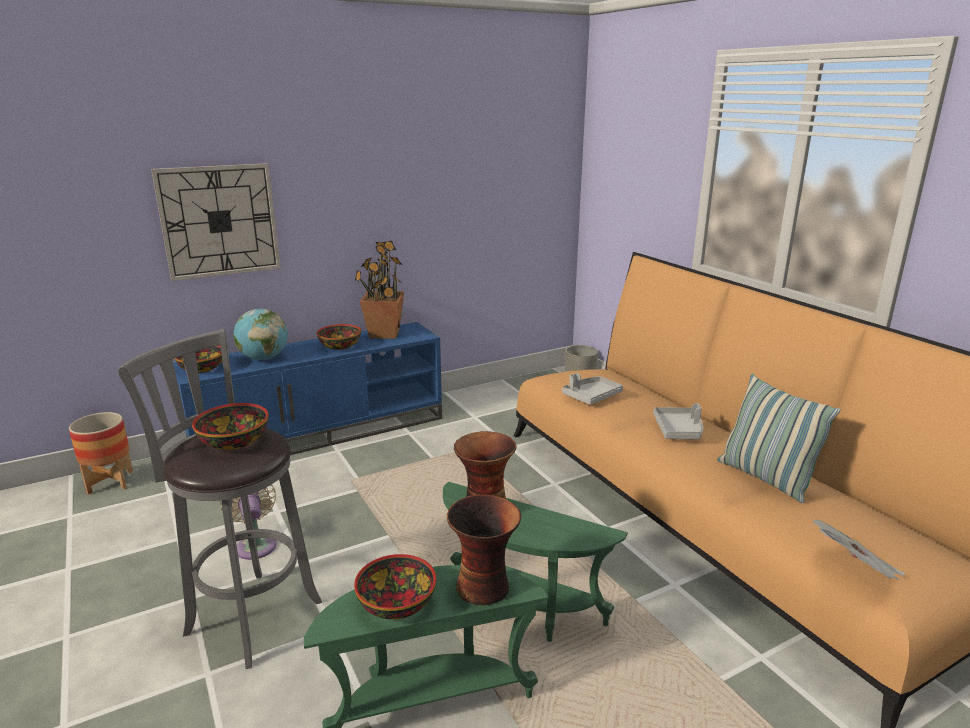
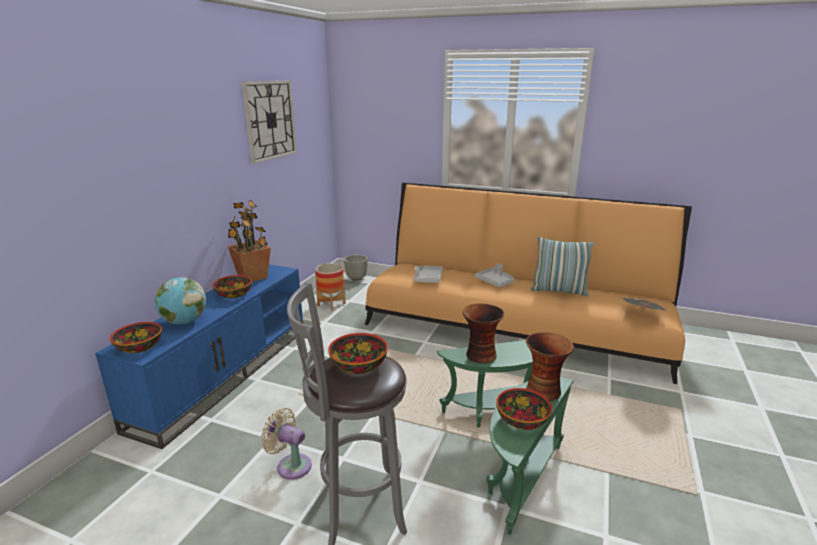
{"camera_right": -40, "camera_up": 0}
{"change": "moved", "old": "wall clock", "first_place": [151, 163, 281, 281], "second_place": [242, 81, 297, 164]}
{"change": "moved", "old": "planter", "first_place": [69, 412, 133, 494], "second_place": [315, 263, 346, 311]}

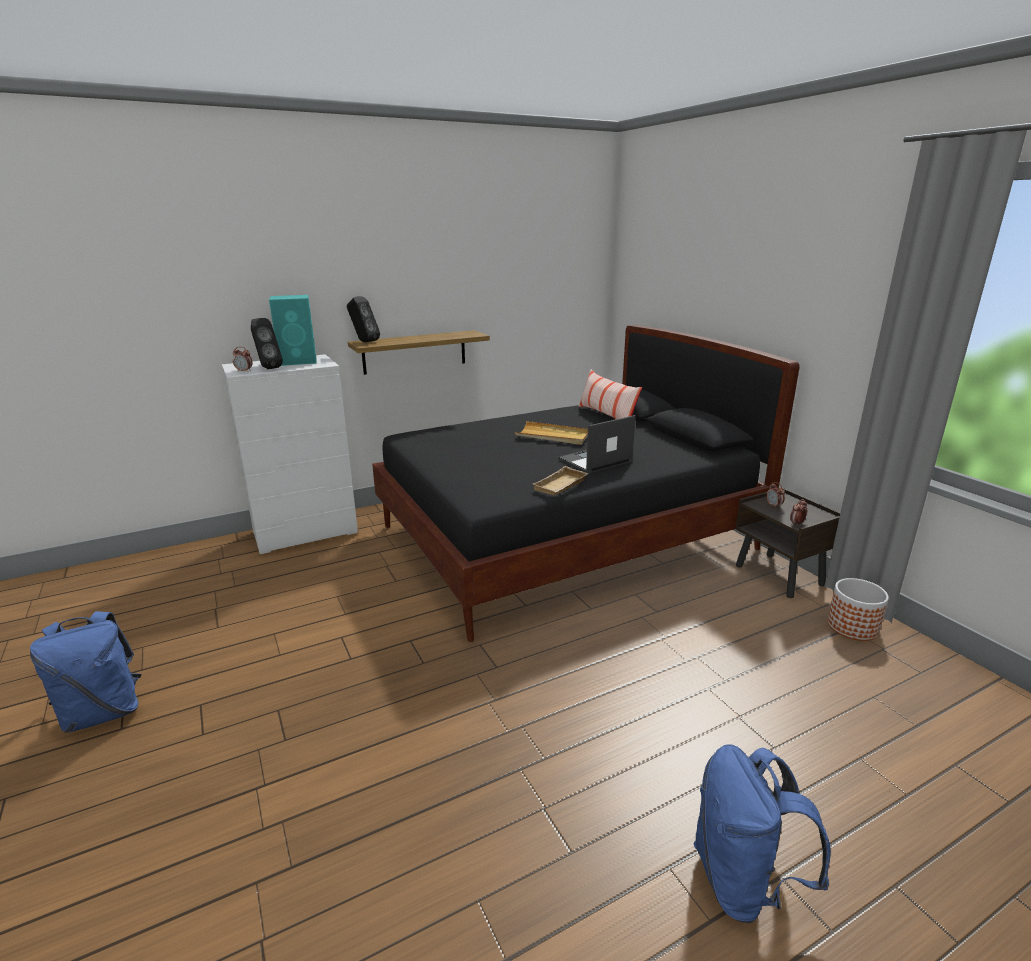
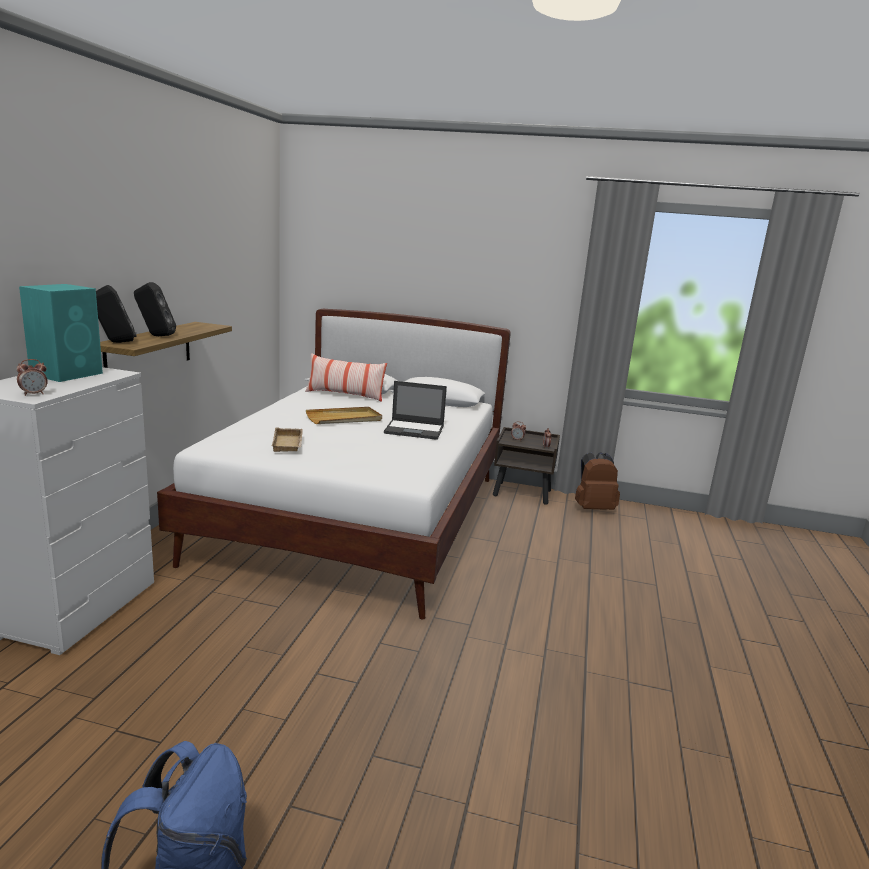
{"camera_right": -50, "camera_up": -5}
{"change": "moved", "old": "speaker (black)", "first_place": [251, 318, 283, 369], "second_place": [134, 282, 176, 336]}
{"change": "recoloured", "old": "bed (black)", "new": "bed (white)", "first_place": [372, 325, 800, 642], "second_place": [157, 309, 511, 620]}
{"change": "turned", "old": "laptop", "first_place": [558, 415, 635, 473], "second_place": [384, 381, 447, 440], "degrees": -90}
{"change": "moved", "old": "tray (beige)", "first_place": [532, 466, 589, 495], "second_place": [272, 427, 303, 452]}
{"change": "replaced", "old": "planter", "new": "backpack (brown)", "first_place": [828, 578, 889, 641], "second_place": [575, 452, 620, 510]}
{"change": "removed", "old": "backpack (blue)", "first_place": [693, 744, 831, 923]}

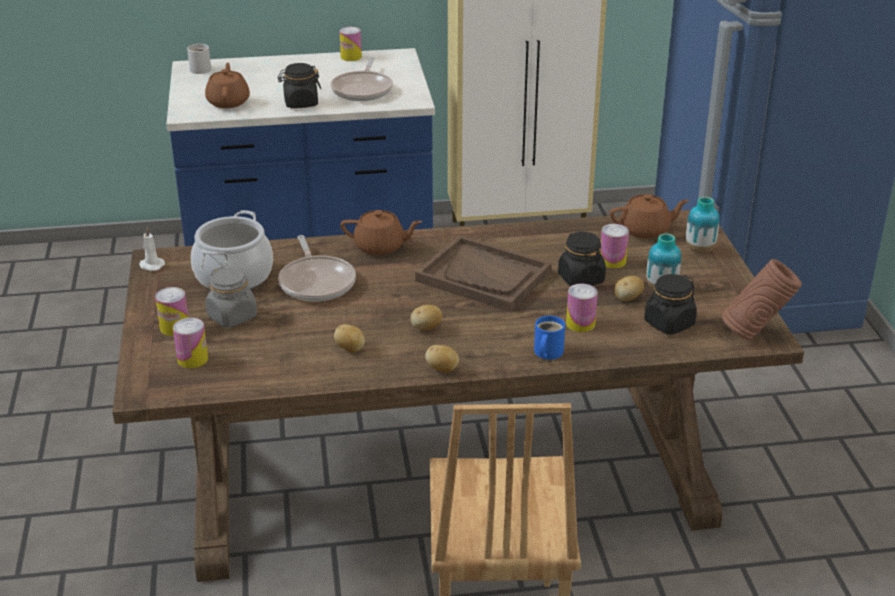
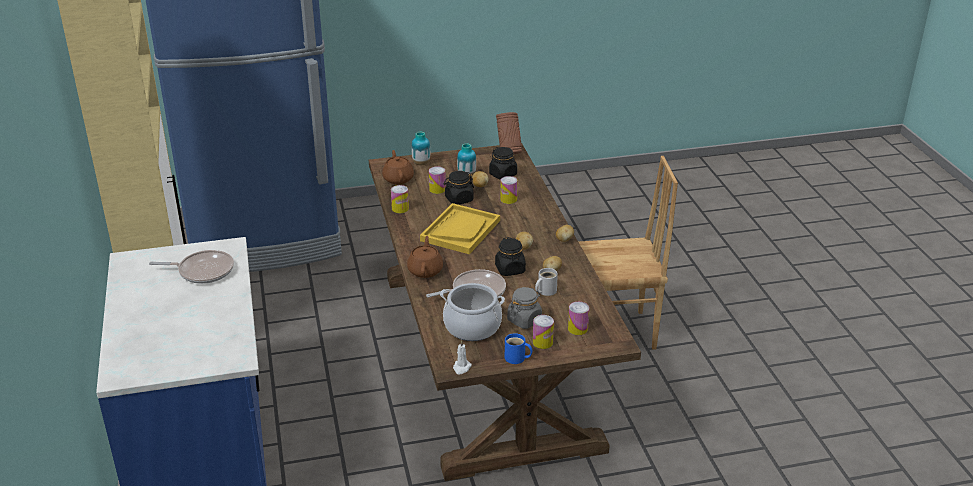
{"camera_right": -95, "camera_up": 0}
{"change": "moved", "old": "can", "first_place": [339, 27, 362, 61], "second_place": [391, 185, 409, 213]}
{"change": "moved", "old": "mug (white)", "first_place": [187, 44, 211, 74], "second_place": [535, 268, 558, 296]}
{"change": "removed", "old": "teapot (brown)", "first_place": [205, 63, 250, 108]}
{"change": "moved", "old": "jar (black)", "first_place": [278, 63, 321, 108], "second_place": [495, 237, 526, 276]}
{"change": "recoloured", "old": "tray (brown)", "new": "tray (yellow)", "first_place": [415, 236, 552, 312], "second_place": [420, 203, 500, 255]}
{"change": "moved", "old": "mug (blue)", "first_place": [534, 316, 565, 360], "second_place": [505, 333, 532, 364]}

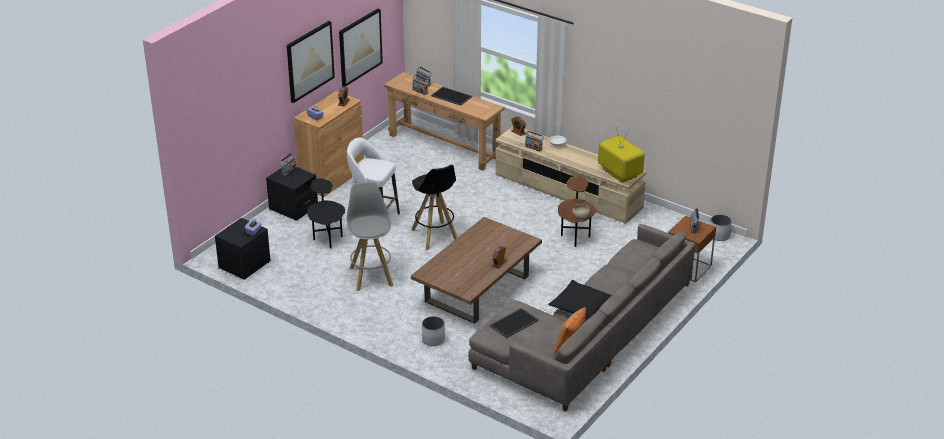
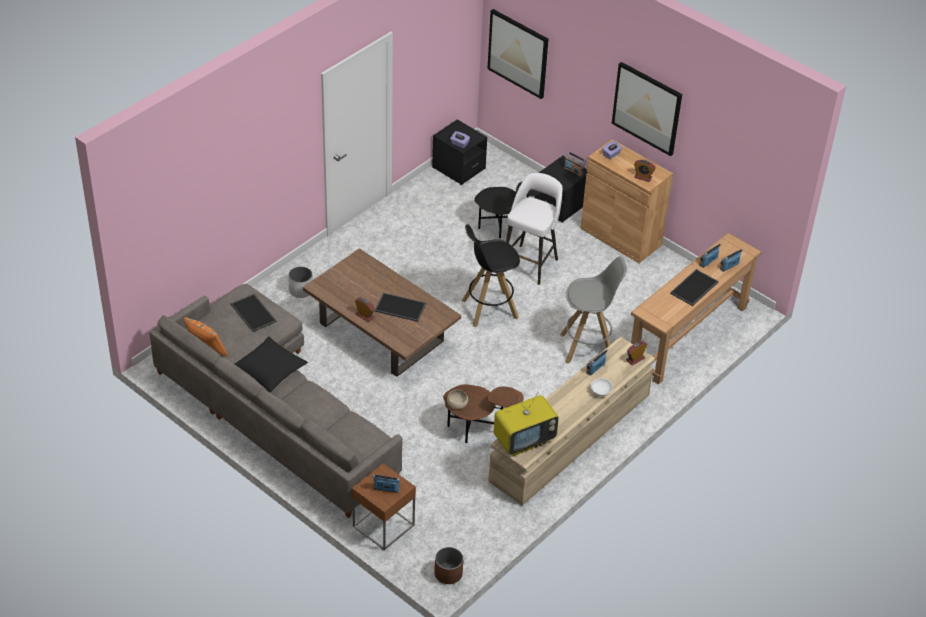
{"camera_right": 95, "camera_up": 10}
{"change": "moved", "old": "picture", "first_place": [339, 8, 383, 87], "second_place": [487, 9, 548, 99]}
{"change": "moved", "old": "stool (grey)", "first_place": [346, 181, 394, 292], "second_place": [560, 256, 627, 363]}
{"change": "recoloured", "old": "planter (white)", "new": "planter (brown)", "first_place": [710, 214, 732, 241], "second_place": [434, 547, 463, 584]}
{"change": "added", "new": "tray", "second_place": [374, 293, 426, 322]}

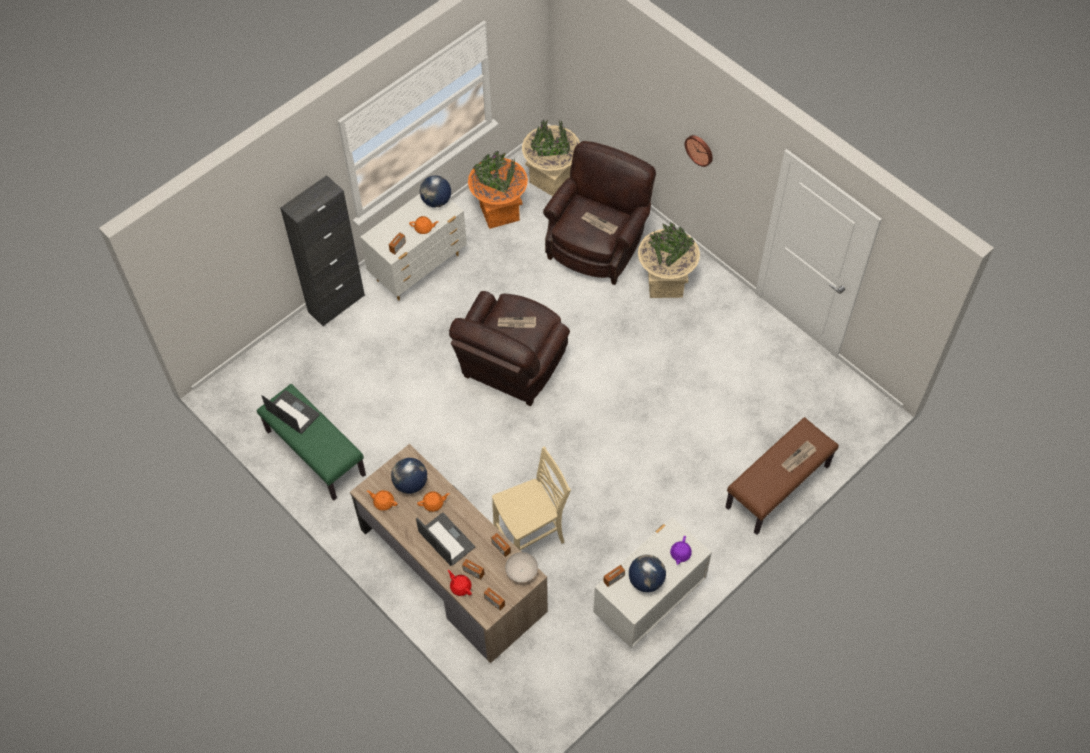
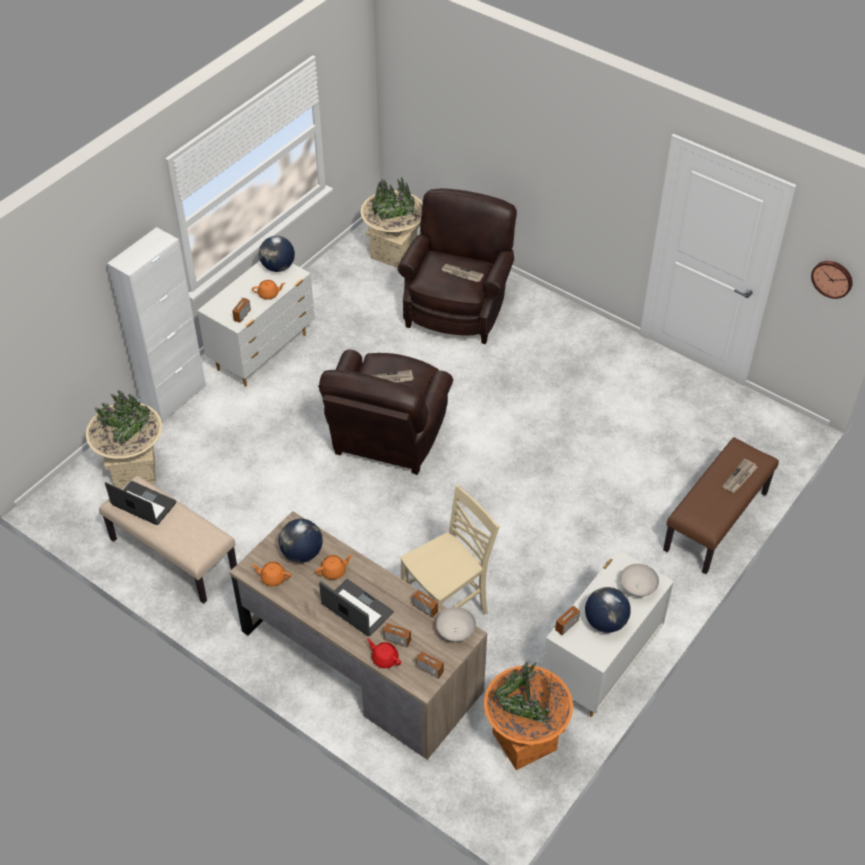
{"camera_right": -10, "camera_up": -10}
{"change": "moved", "old": "wall clock", "first_place": [685, 135, 713, 167], "second_place": [811, 261, 853, 299]}
{"change": "moved", "old": "planter (orange)", "first_place": [468, 151, 528, 229], "second_place": [484, 661, 573, 770]}
{"change": "recoloured", "old": "cabinet (black)", "new": "cabinet (white)", "first_place": [280, 175, 365, 327], "second_place": [107, 227, 206, 423]}
{"change": "moved", "old": "planter (beige)", "first_place": [638, 222, 700, 298], "second_place": [86, 391, 162, 489]}
{"change": "recoloured", "old": "bench (green)", "new": "bench (beige)", "first_place": [257, 384, 366, 500], "second_place": [99, 475, 237, 604]}
{"change": "replaced", "old": "teapot (purple)", "new": "bowl (white)", "first_place": [670, 536, 692, 565], "second_place": [620, 564, 659, 597]}

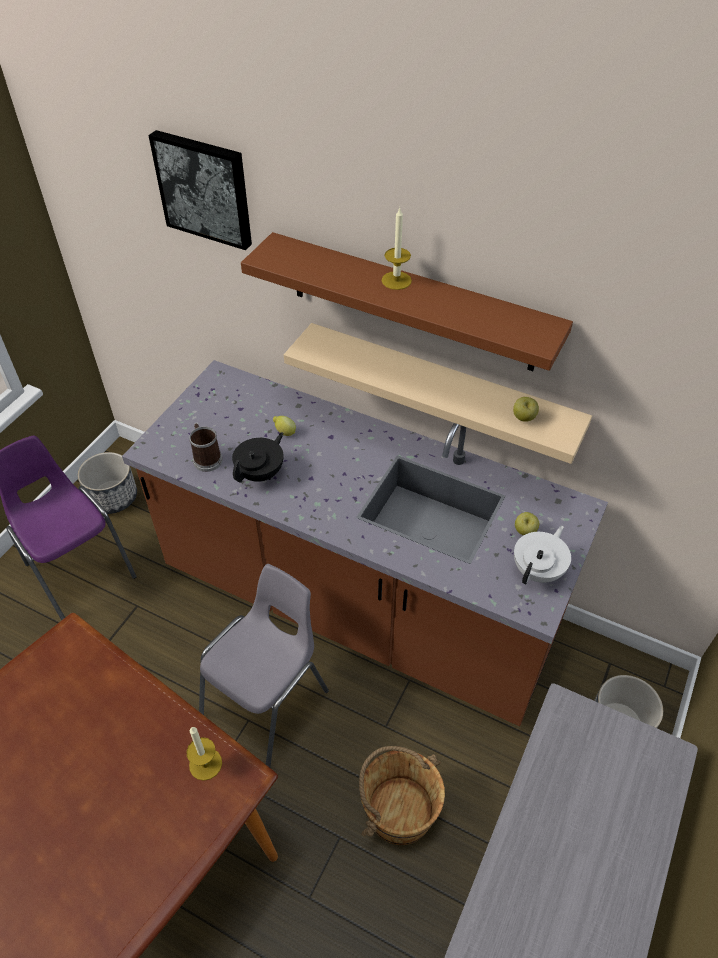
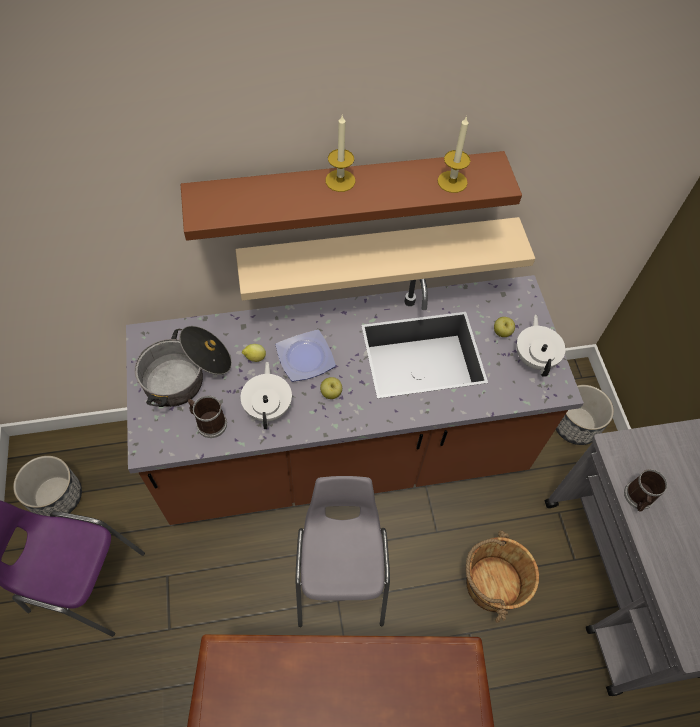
{"camera_right": -40, "camera_up": 10}
{"change": "removed", "old": "picture", "first_place": [149, 130, 252, 250]}
{"change": "moved", "old": "apple", "first_place": [513, 397, 539, 422], "second_place": [320, 377, 342, 399]}
{"change": "recoloured", "old": "teapot (black)", "new": "teapot (white)", "first_place": [232, 432, 284, 483], "second_place": [240, 361, 292, 429]}
{"change": "moved", "old": "candle", "first_place": [186, 727, 222, 781], "second_place": [438, 116, 470, 193]}
{"change": "added", "new": "cooking pot", "second_place": [135, 326, 232, 407]}
{"change": "added", "new": "plate", "second_place": [275, 330, 336, 382]}
{"change": "added", "new": "mug", "second_place": [624, 469, 668, 512]}

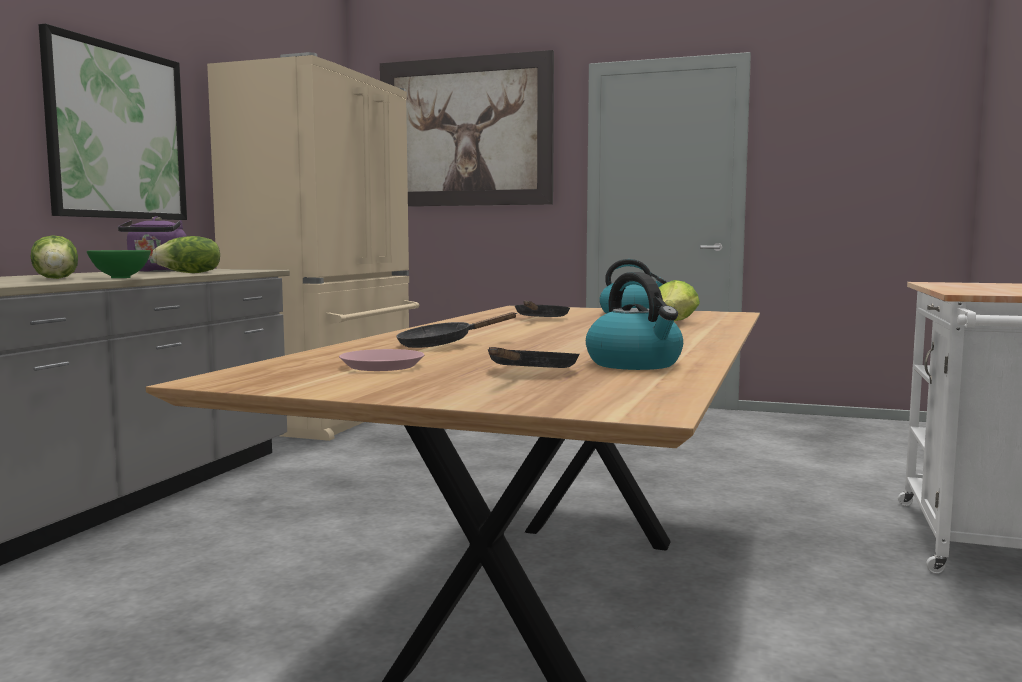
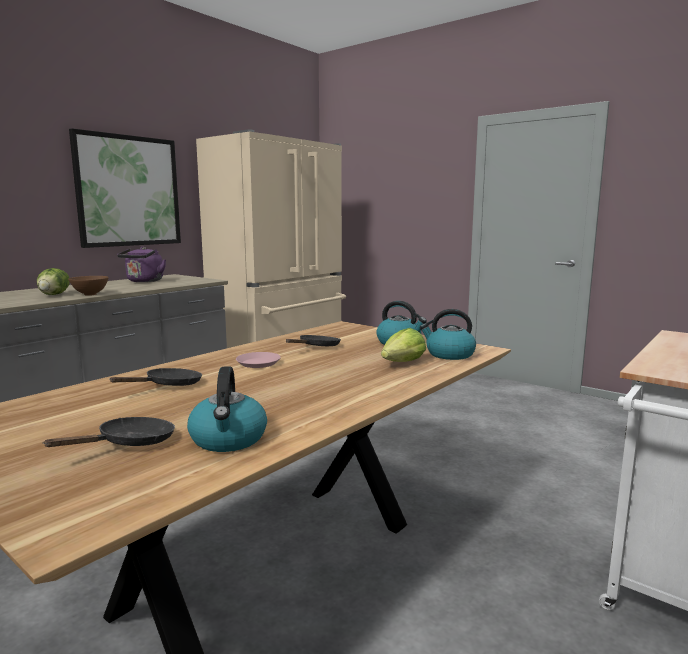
{"camera_right": 20, "camera_up": 5}
{"change": "removed", "old": "picture", "first_place": [380, 50, 554, 207]}
{"change": "removed", "old": "lettuce", "first_place": [152, 236, 220, 273]}
{"change": "recoloured", "old": "bowl (green)", "new": "bowl (brown)", "first_place": [87, 250, 151, 278], "second_place": [68, 276, 109, 296]}
{"change": "turned", "old": "frying pan (black)", "first_place": [396, 312, 517, 348], "second_place": [109, 368, 202, 386], "degrees": 135}
{"change": "moved", "old": "plate (pink)", "first_place": [339, 349, 424, 371], "second_place": [236, 352, 281, 368]}
{"change": "added", "new": "kettle", "second_place": [420, 309, 476, 360]}

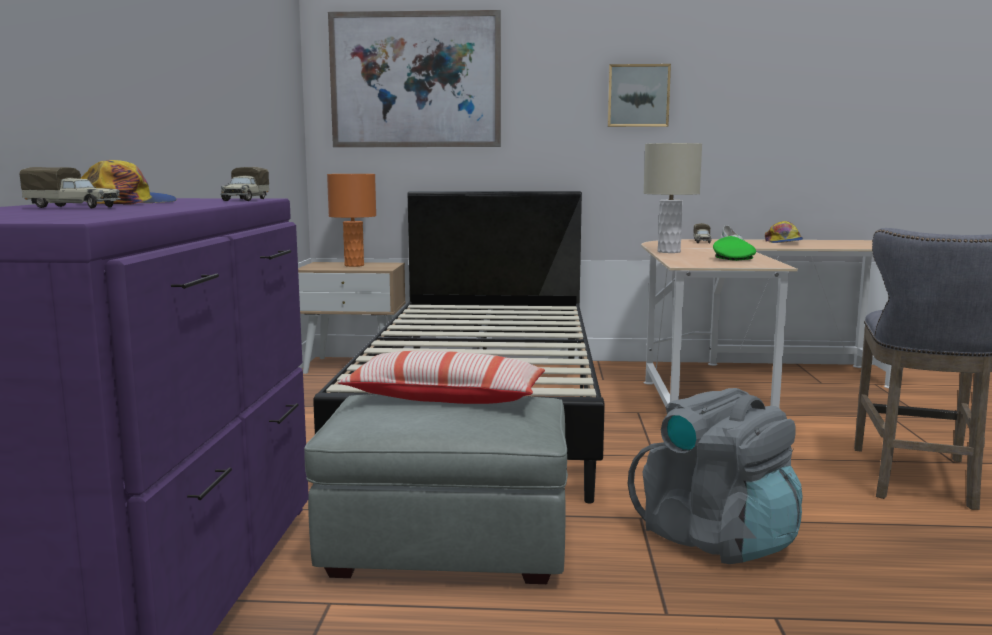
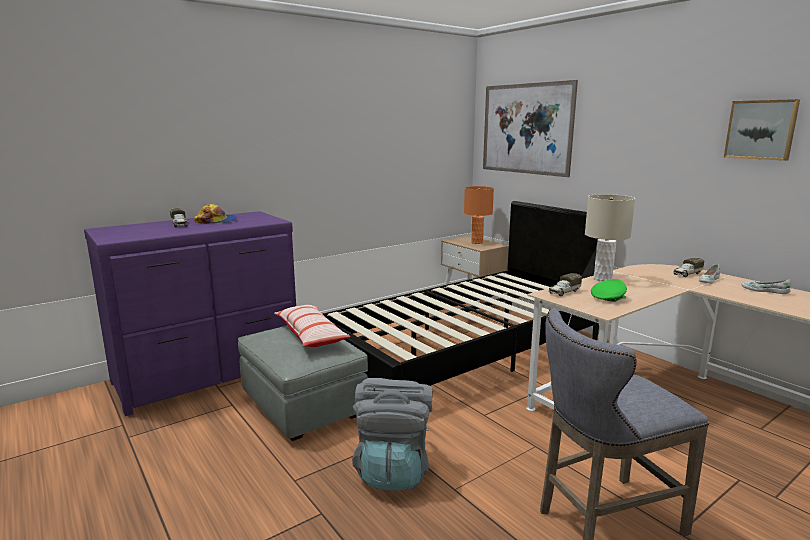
{"camera_right": 50, "camera_up": 5}
{"change": "moved", "old": "picture", "first_place": [607, 64, 671, 127], "second_place": [724, 99, 800, 161]}
{"change": "moved", "old": "toy truck", "first_place": [220, 167, 269, 201], "second_place": [549, 273, 582, 296]}
{"change": "replaced", "old": "cap", "new": "shoe (white)", "first_place": [765, 221, 803, 243], "second_place": [741, 279, 791, 294]}

